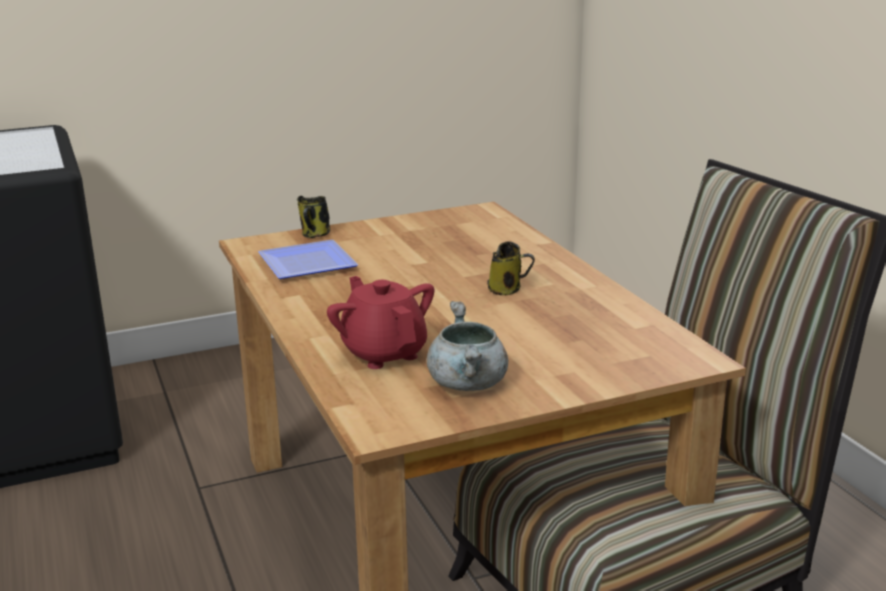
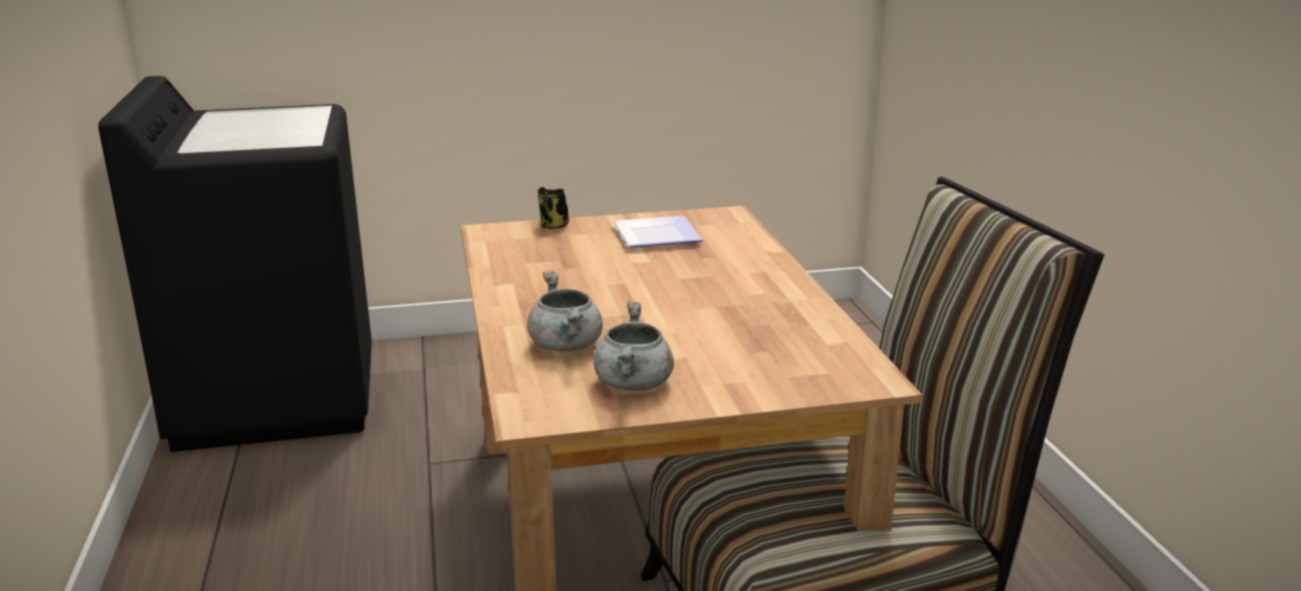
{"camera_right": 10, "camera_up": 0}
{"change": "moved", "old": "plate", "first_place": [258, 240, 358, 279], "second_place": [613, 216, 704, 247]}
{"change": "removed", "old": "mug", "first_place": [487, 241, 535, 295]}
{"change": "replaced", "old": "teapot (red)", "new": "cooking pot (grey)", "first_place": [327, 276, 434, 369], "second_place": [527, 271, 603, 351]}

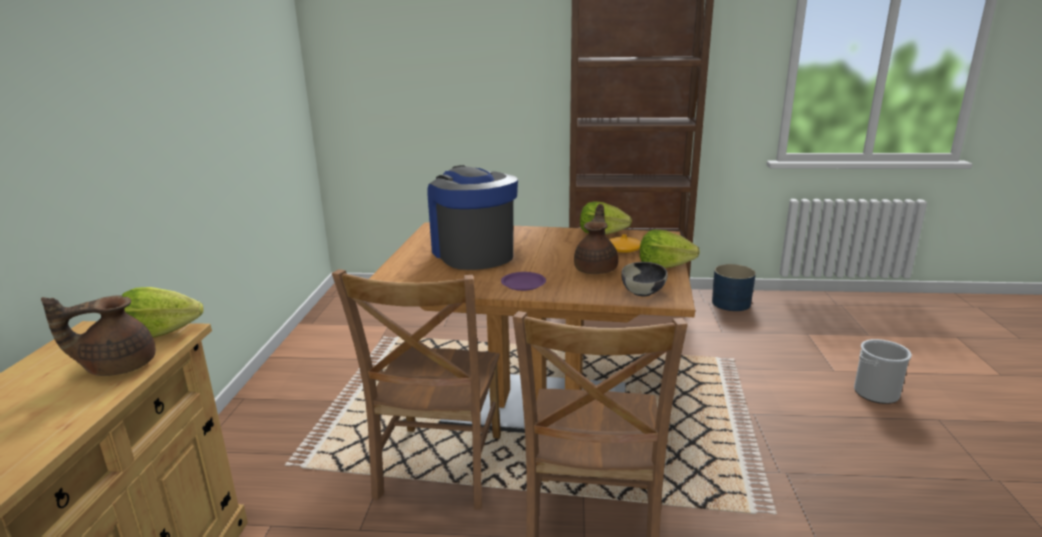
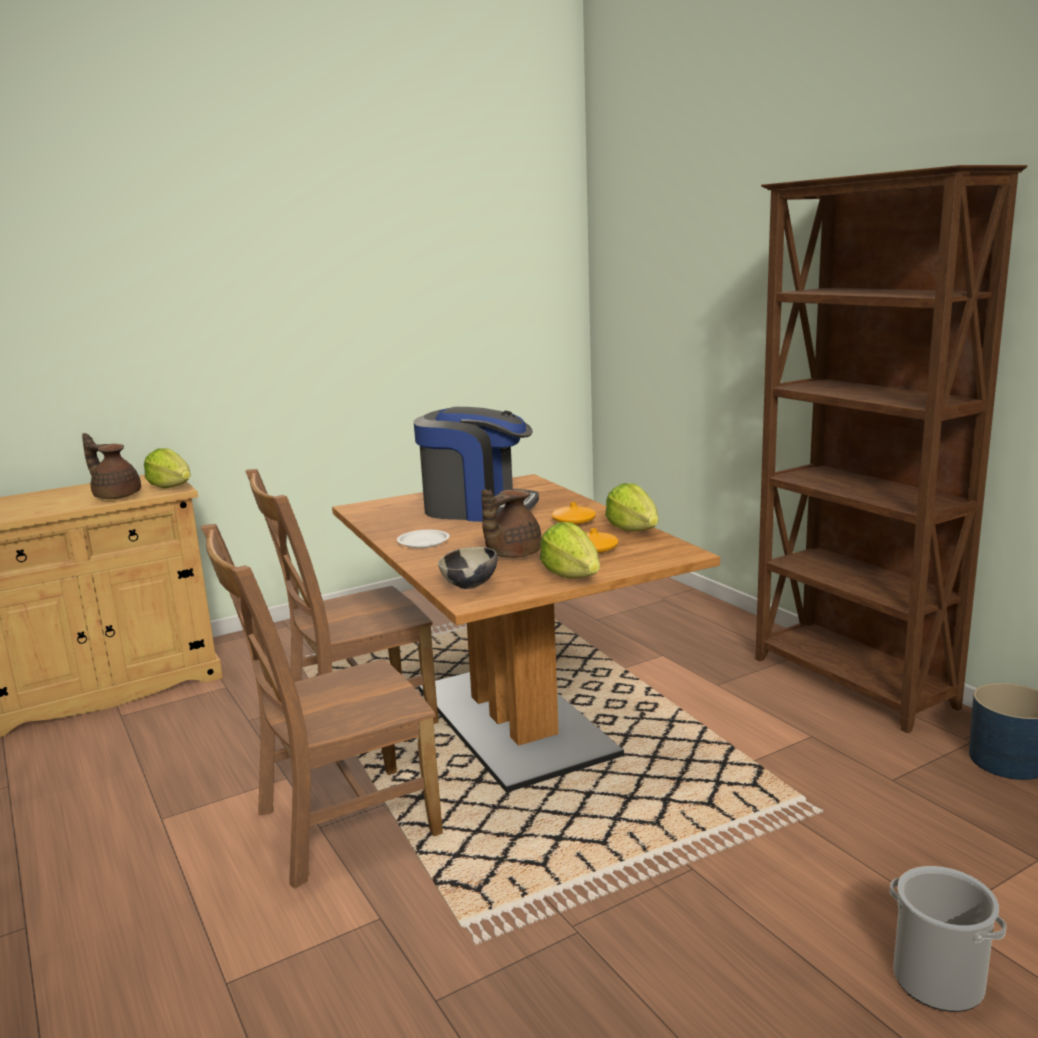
{"camera_right": 55, "camera_up": -5}
{"change": "turned", "old": "coffee machine", "first_place": [427, 165, 518, 270], "second_place": [414, 407, 539, 522], "degrees": 75}
{"change": "turned", "old": "teapot (brown)", "first_place": [574, 204, 618, 274], "second_place": [482, 490, 542, 558], "degrees": 150}
{"change": "recoloured", "old": "plate (purple)", "new": "plate (white)", "first_place": [501, 272, 546, 291], "second_place": [397, 530, 450, 548]}
{"change": "added", "new": "vase (orange)", "second_place": [551, 502, 596, 525]}

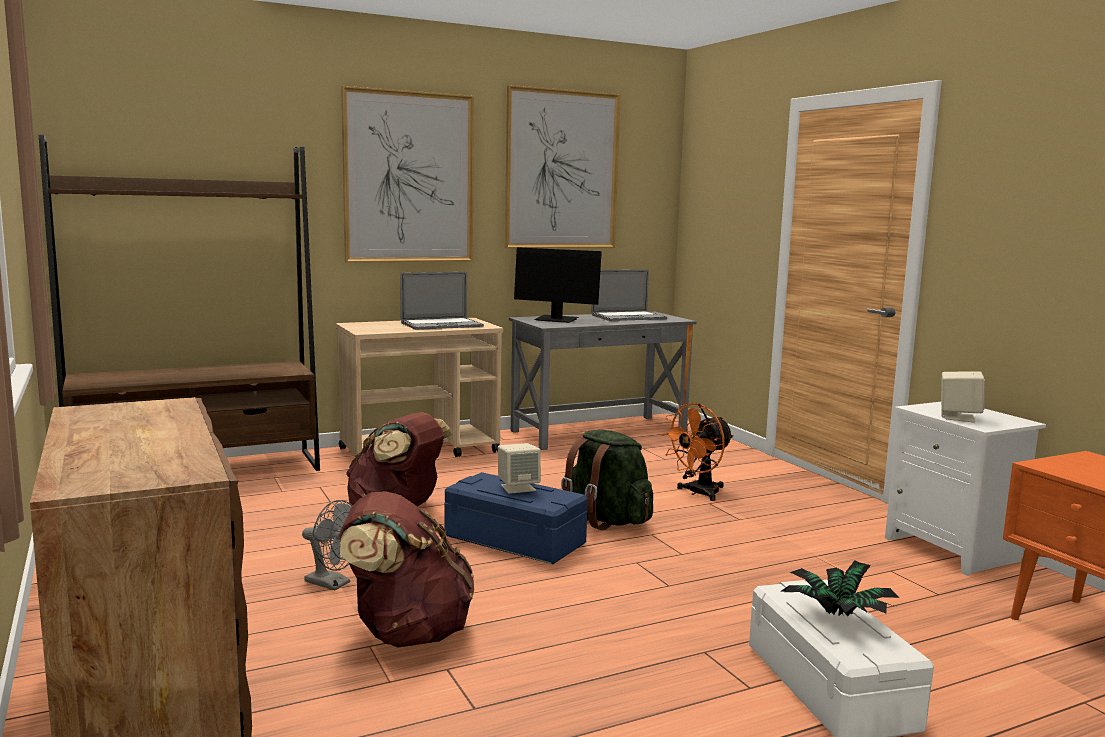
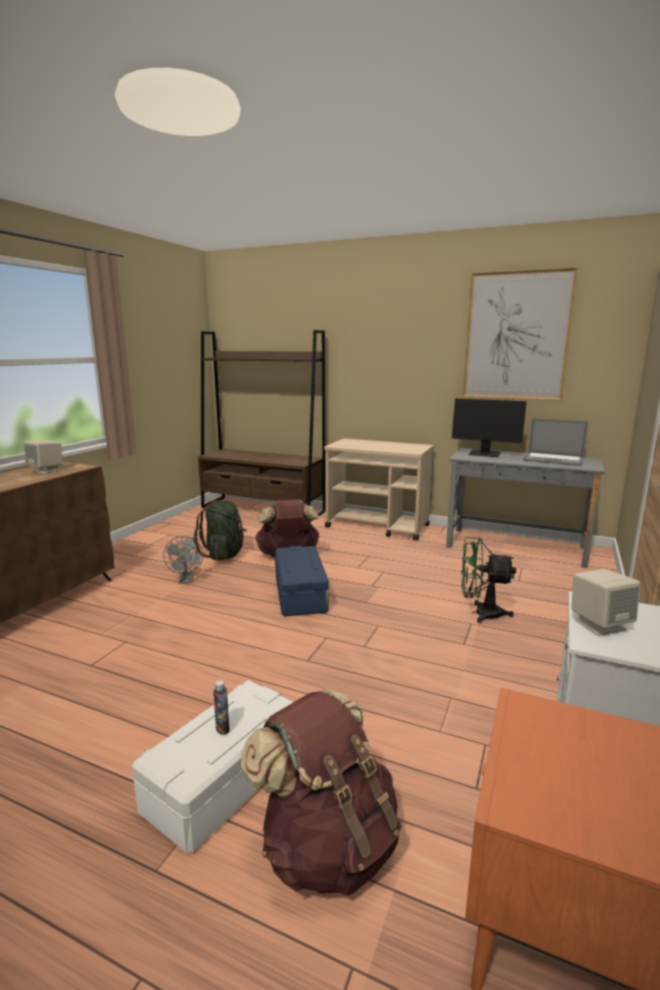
{"camera_right": 50, "camera_up": 5}
{"change": "removed", "old": "picture", "first_place": [341, 86, 474, 263]}
{"change": "turned", "old": "monitor", "first_place": [514, 247, 602, 323], "second_place": [452, 399, 527, 457], "degrees": -45}
{"change": "removed", "old": "laptop", "first_place": [400, 272, 484, 330]}
{"change": "recoloured", "old": "fan (orange)", "new": "fan (green)", "first_place": [661, 403, 734, 501], "second_place": [461, 537, 516, 623]}
{"change": "moved", "old": "backpack (green)", "first_place": [561, 430, 653, 530], "second_place": [193, 500, 247, 561]}
{"change": "moved", "old": "speaker (beige)", "first_place": [498, 443, 541, 494], "second_place": [24, 440, 62, 474]}
{"change": "moved", "old": "backpack (brown)", "first_place": [338, 491, 474, 648], "second_place": [241, 688, 402, 896]}
{"change": "replaced", "old": "potted plant", "new": "bottle", "first_place": [780, 560, 899, 616], "second_place": [213, 680, 230, 735]}

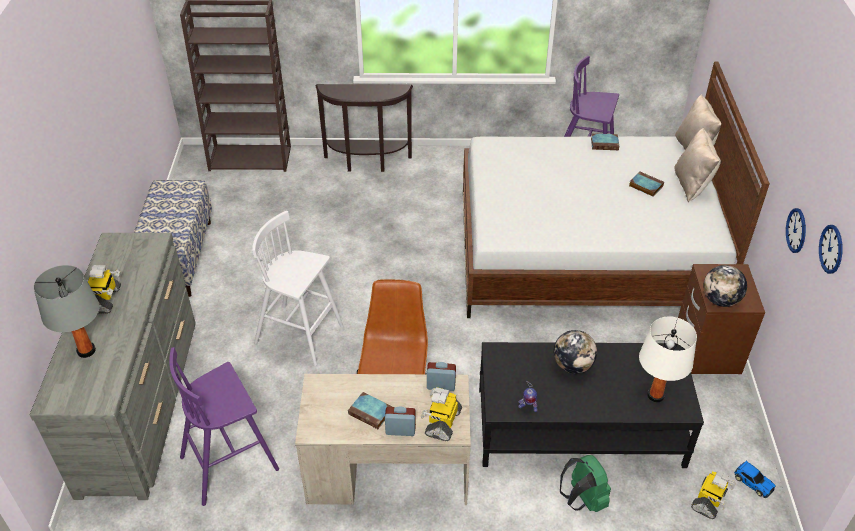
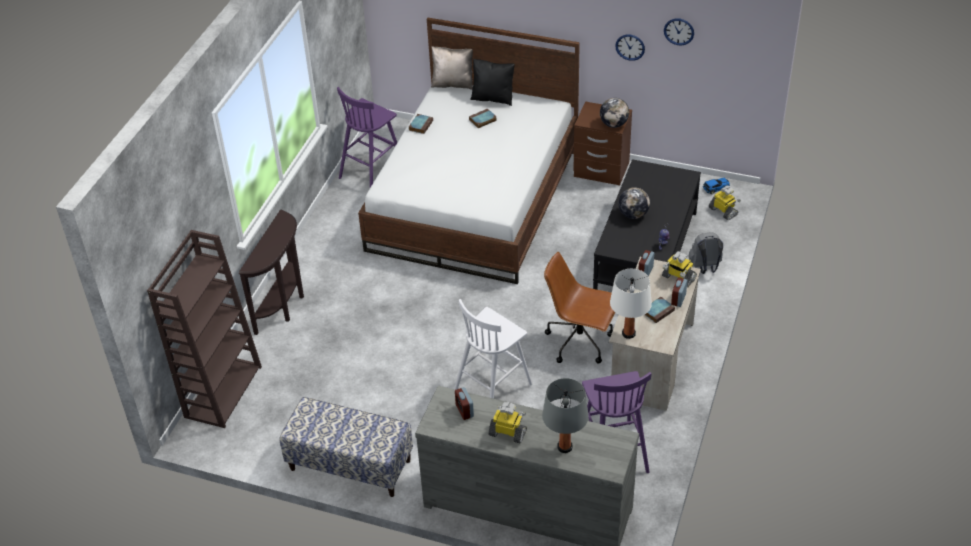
{"camera_right": -70, "camera_up": 0}
{"change": "recoloured", "old": "pillow (beige)", "new": "pillow (black)", "first_place": [674, 128, 721, 202], "second_place": [470, 59, 515, 106]}
{"change": "moved", "old": "table lamp (white)", "first_place": [639, 316, 697, 402], "second_place": [610, 269, 652, 339]}
{"change": "recoloured", "old": "backpack (green)", "new": "backpack (grey)", "first_place": [560, 455, 611, 512], "second_place": [689, 232, 723, 274]}
{"change": "added", "new": "alarm clock", "second_place": [455, 387, 474, 420]}

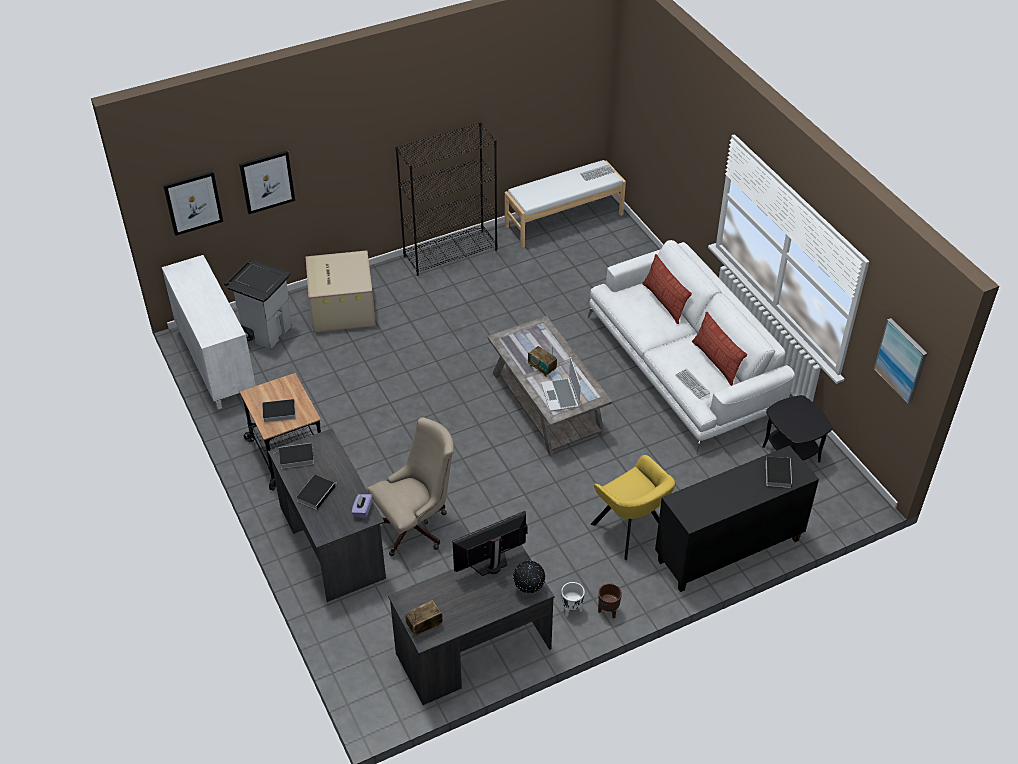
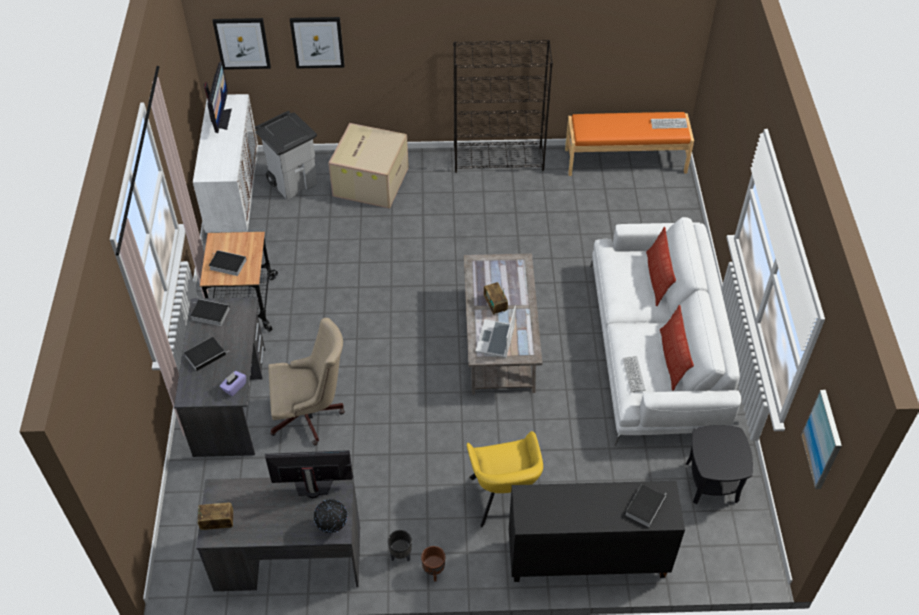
{"camera_right": 25, "camera_up": 5}
{"change": "recoloured", "old": "bench (white)", "new": "bench (orange)", "first_place": [505, 160, 626, 248], "second_place": [565, 112, 694, 176]}
{"change": "recoloured", "old": "planter (white)", "new": "planter (black)", "first_place": [561, 582, 585, 617], "second_place": [388, 530, 412, 561]}
{"change": "added", "new": "monitor", "second_place": [204, 62, 232, 133]}

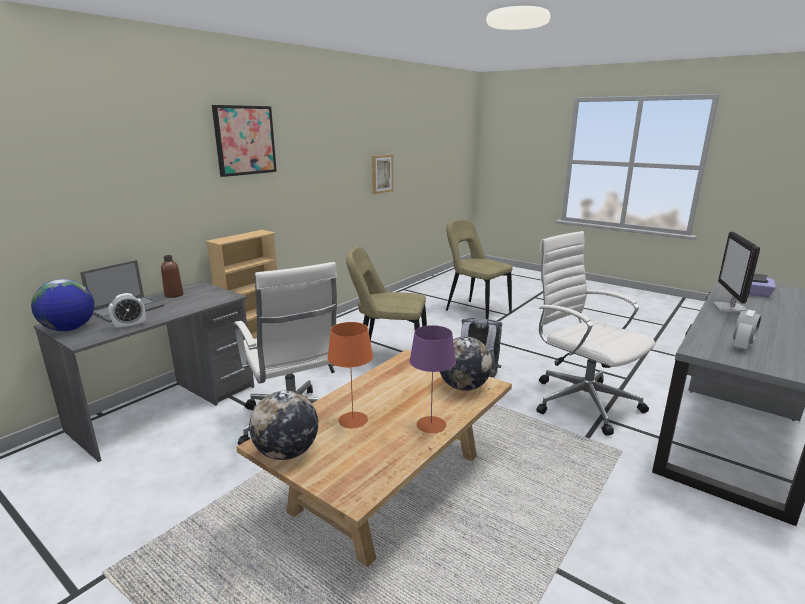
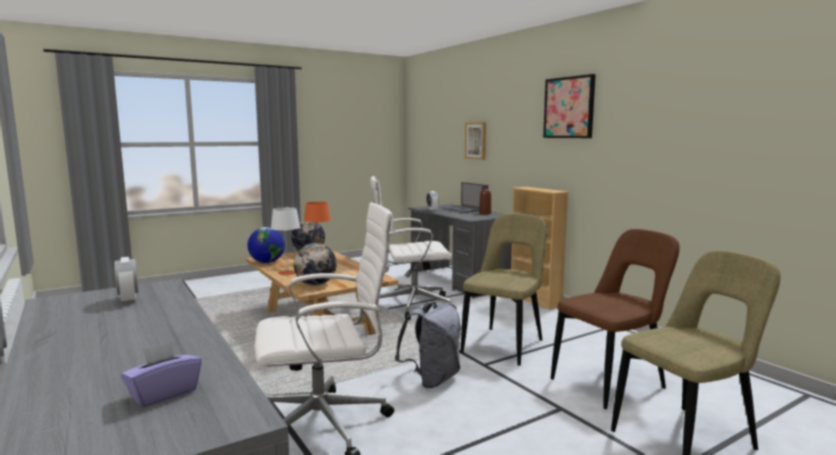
{"camera_right": 110, "camera_up": -10}
{"change": "moved", "old": "picture", "first_place": [372, 155, 393, 194], "second_place": [465, 122, 486, 160]}
{"change": "removed", "old": "monitor", "first_place": [713, 232, 760, 313]}
{"change": "moved", "old": "globe", "first_place": [31, 279, 94, 331], "second_place": [248, 227, 285, 263]}
{"change": "recoloured", "old": "table lamp (purple)", "new": "table lamp (white)", "first_place": [410, 325, 456, 434], "second_place": [271, 207, 300, 275]}
{"change": "added", "new": "chair (brown)", "second_place": [551, 229, 680, 409]}

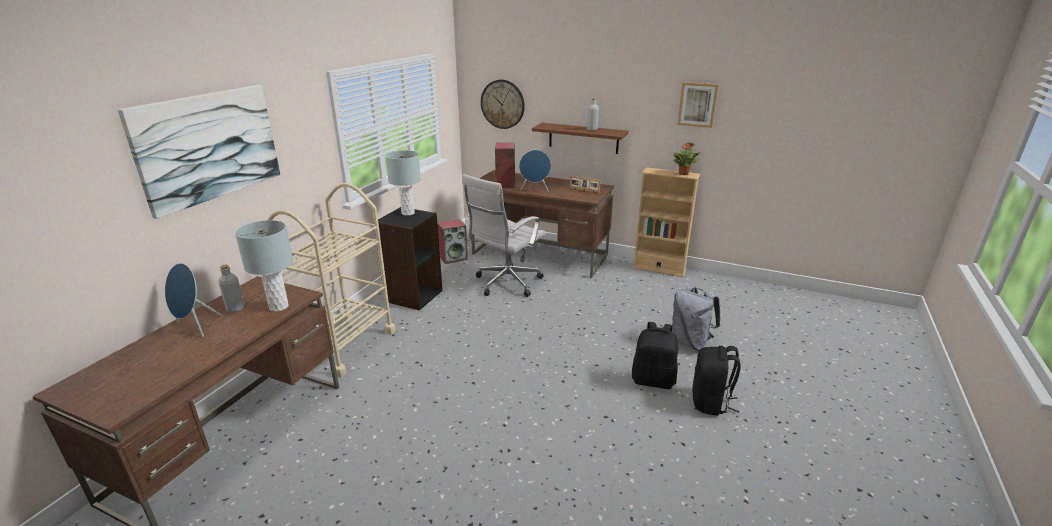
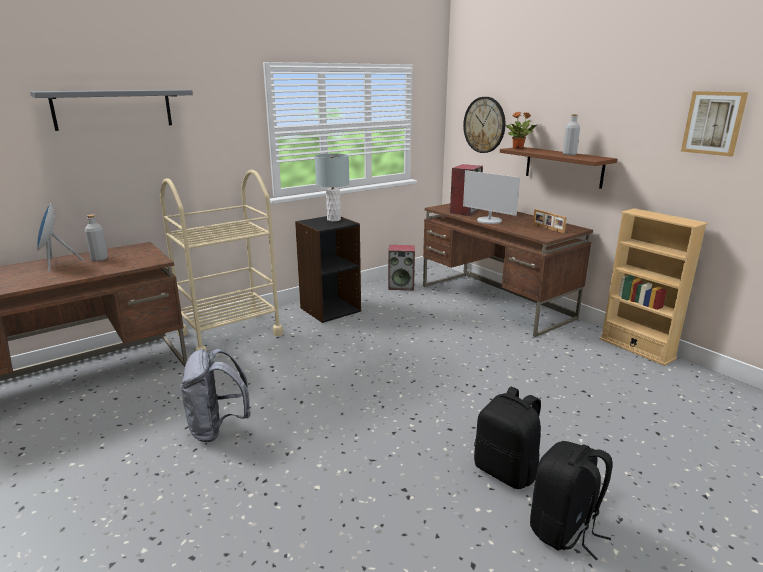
{"camera_right": 30, "camera_up": -5}
{"change": "replaced", "old": "picture", "new": "shelf (grey)", "first_place": [118, 85, 280, 219], "second_place": [30, 90, 193, 131]}
{"change": "moved", "old": "potted plant", "first_place": [673, 142, 701, 175], "second_place": [505, 111, 538, 149]}
{"change": "replaced", "old": "speaker (blue)", "new": "monitor", "first_place": [519, 150, 551, 192], "second_place": [463, 170, 520, 224]}
{"change": "removed", "old": "office chair (white)", "first_place": [462, 174, 546, 297]}
{"change": "removed", "old": "table lamp (grey)", "first_place": [235, 220, 293, 312]}
{"change": "moved", "old": "backpack (grey)", "first_place": [671, 286, 720, 351], "second_place": [180, 349, 250, 442]}

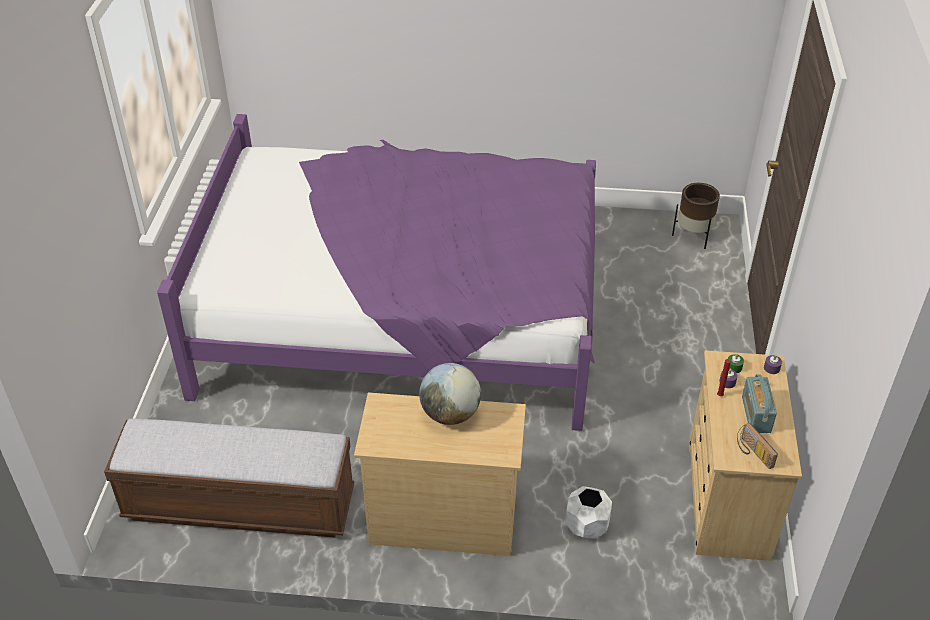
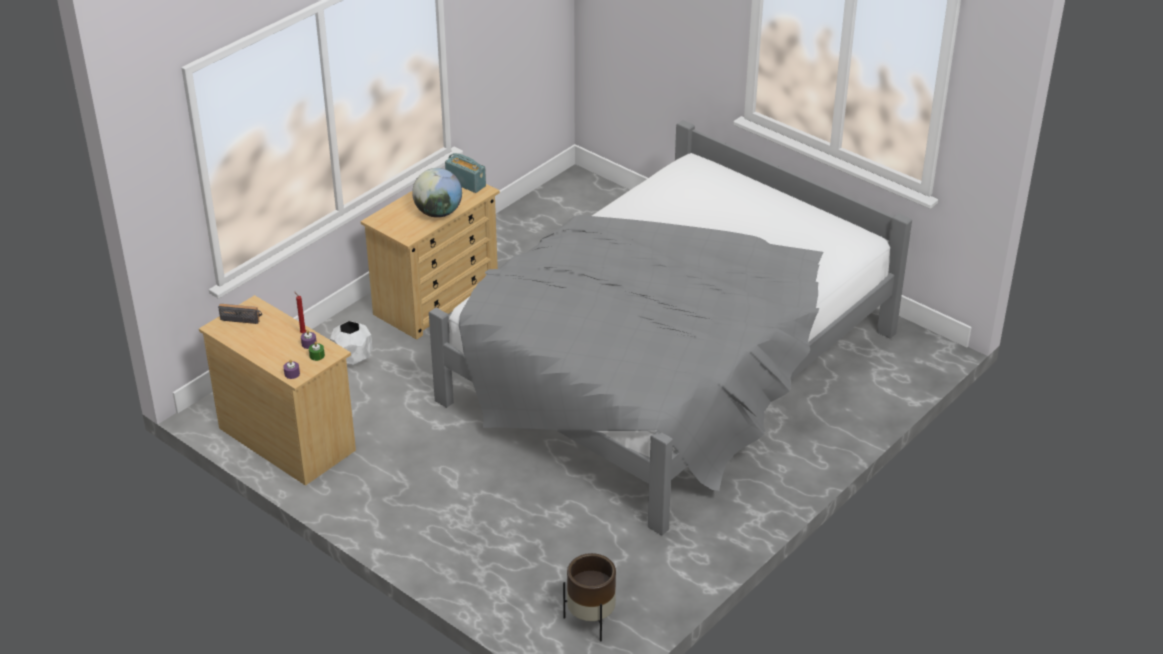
{"camera_right": 125, "camera_up": -5}
{"change": "recoloured", "old": "bed (purple)", "new": "bed (grey)", "first_place": [157, 114, 596, 431], "second_place": [429, 120, 912, 536]}
{"change": "moved", "old": "radio", "first_place": [742, 374, 777, 433], "second_place": [445, 153, 486, 193]}
{"change": "removed", "old": "bench", "first_place": [104, 418, 354, 538]}

